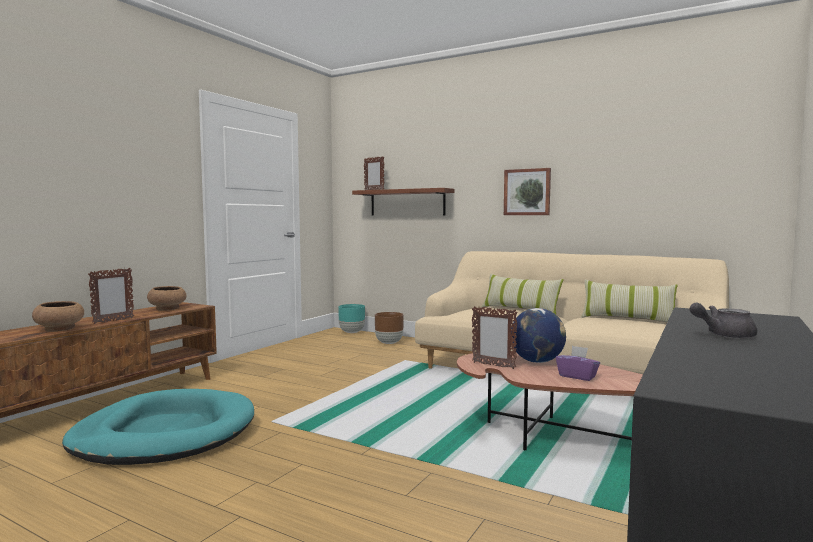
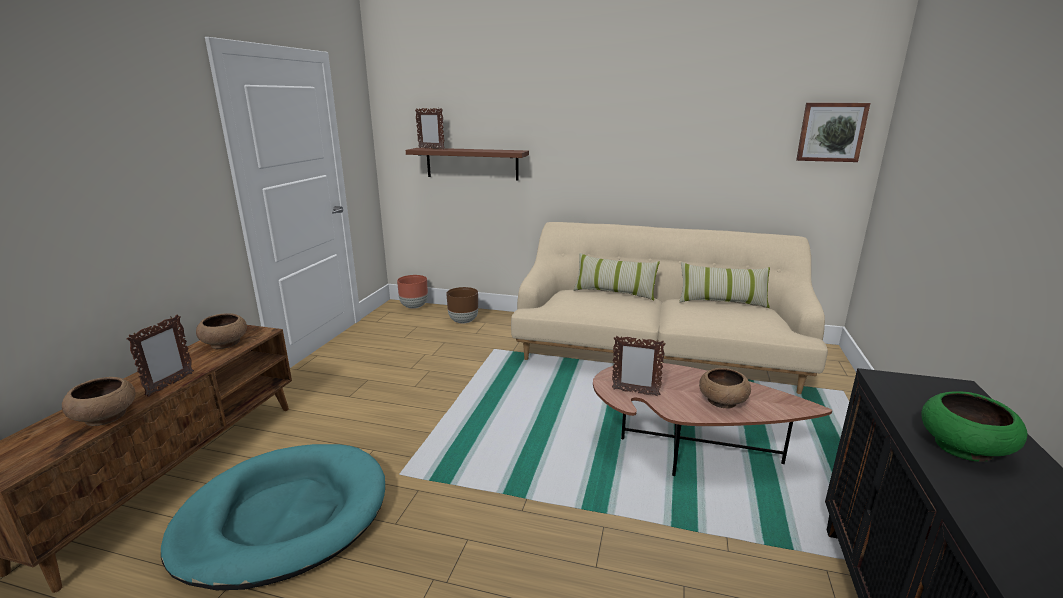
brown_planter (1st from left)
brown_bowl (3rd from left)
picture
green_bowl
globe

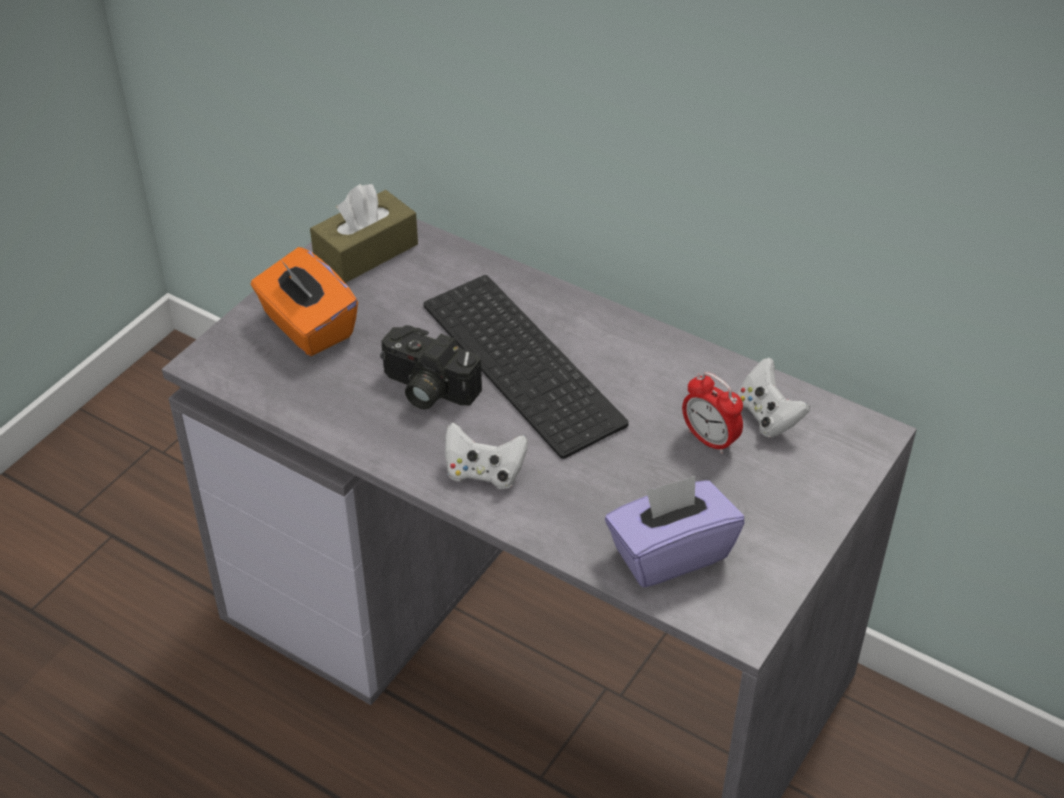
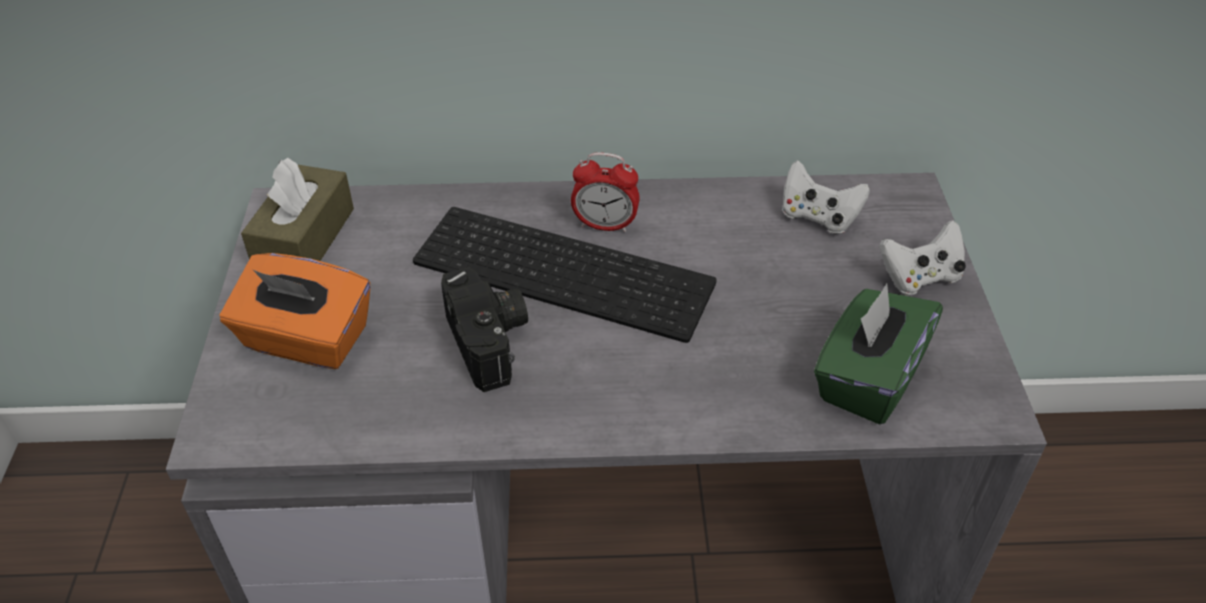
photo_camera
alarm_clock
green_tissue_box
white_game_controller (2nd from left)

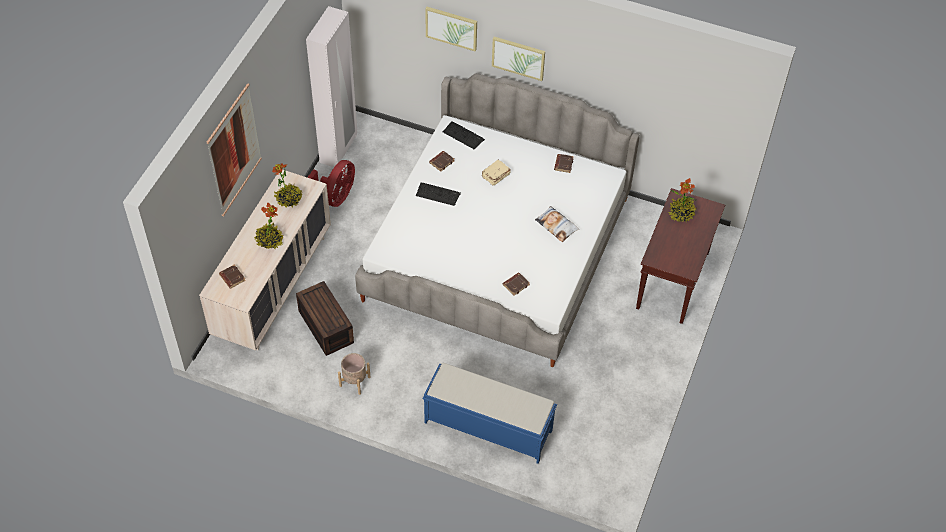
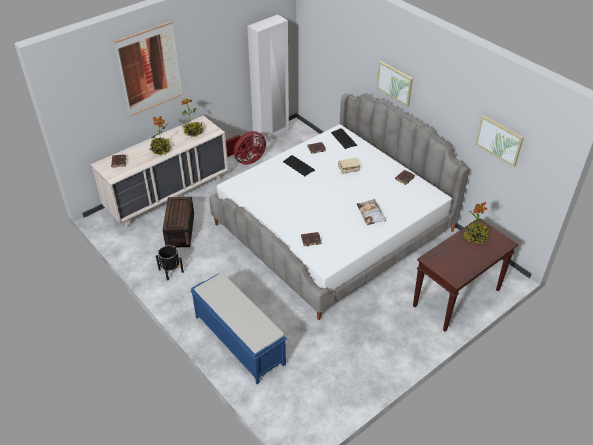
black_planter
picture (3rd from left)

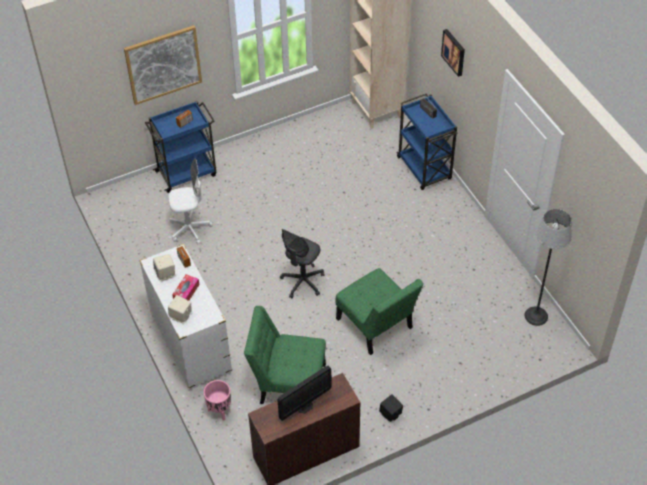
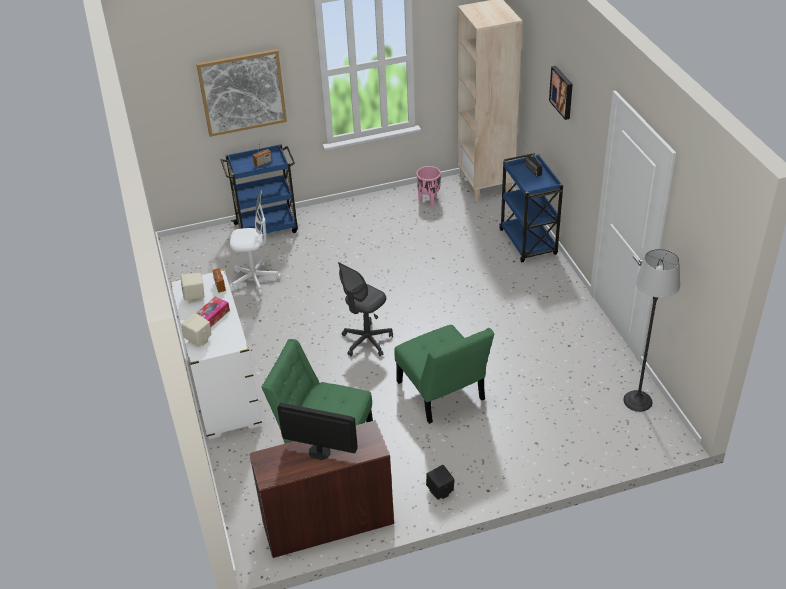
monitor
pink_planter

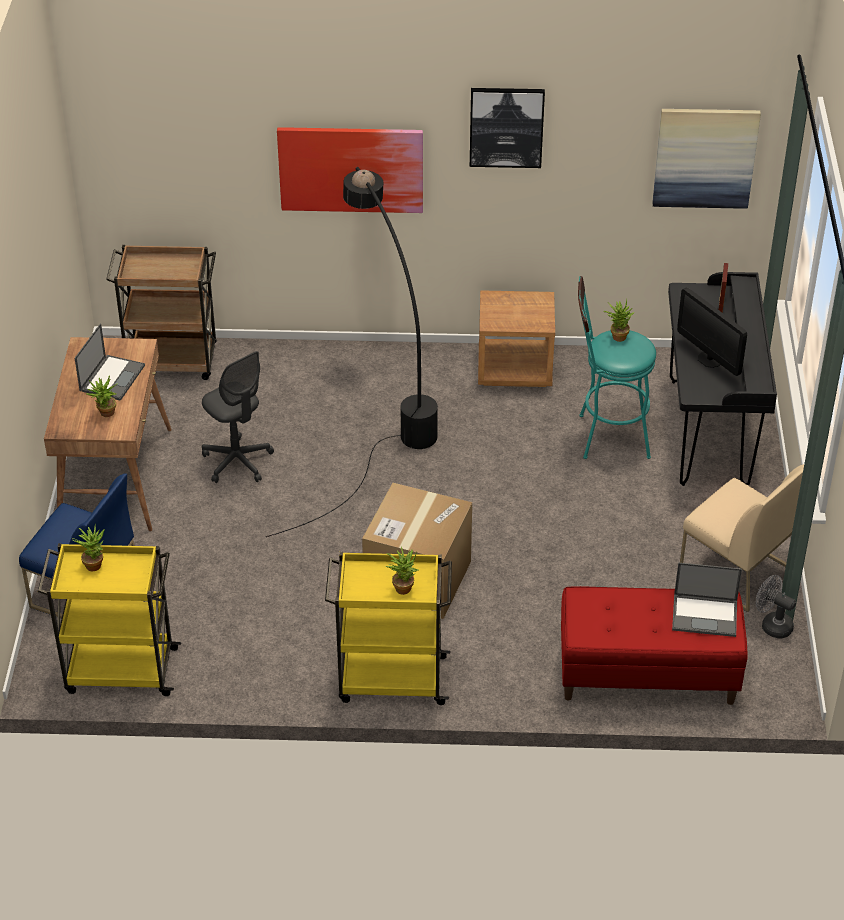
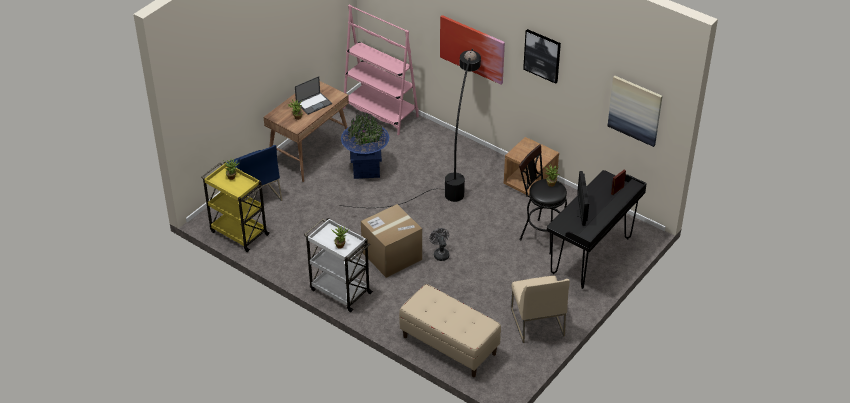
white_cart
blue_planter
pink_bookcase
beige_bench
grey_fan
black_stool
laptop (2nd from left in the first image)

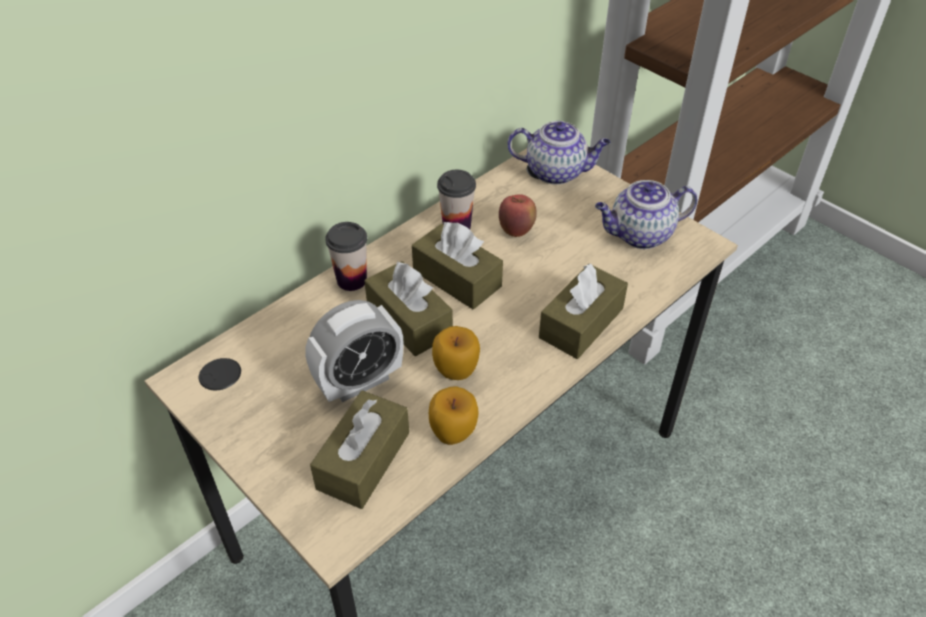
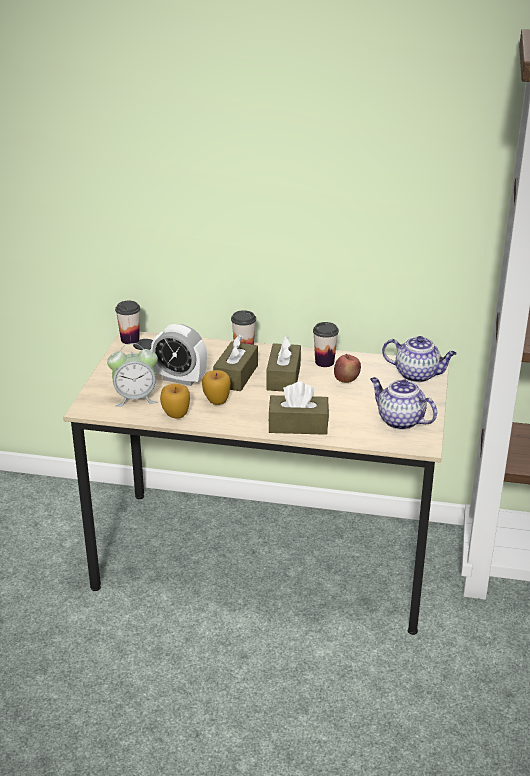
alarm_clock (1st from left)
cup (1st from left)
teapot (2nd from left)

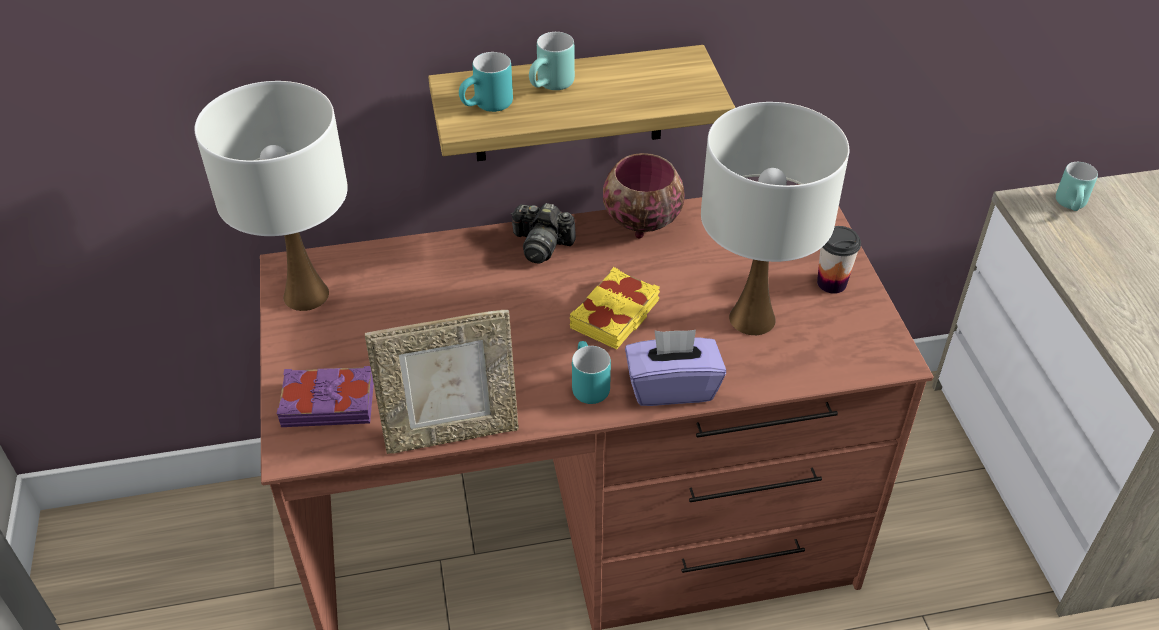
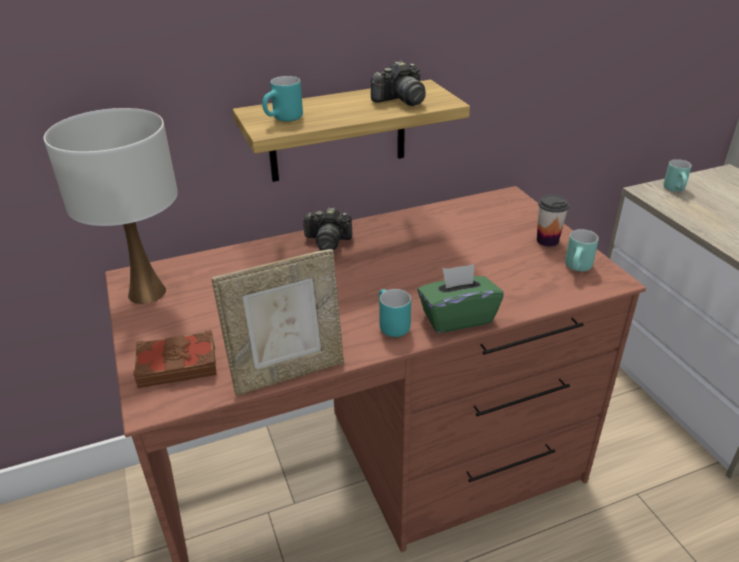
brown_book
photo_camera (2nd from left)
green_tissue_box
turquoise_mug (3rd from left)
yellow_book
bowl
white_table_lamp (2nd from left in the first image)

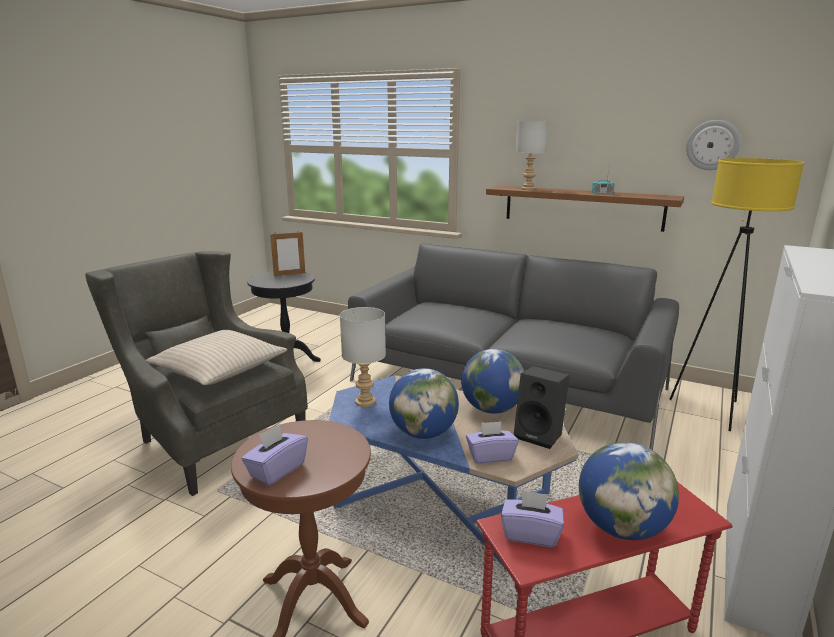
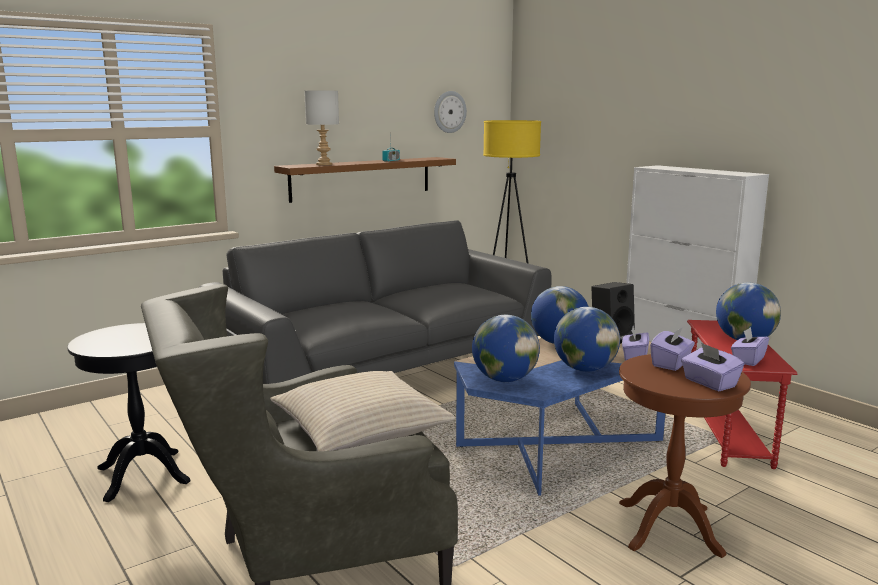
globe (1st from left)
purple_tissue_box (2nd from left)
picture_frame

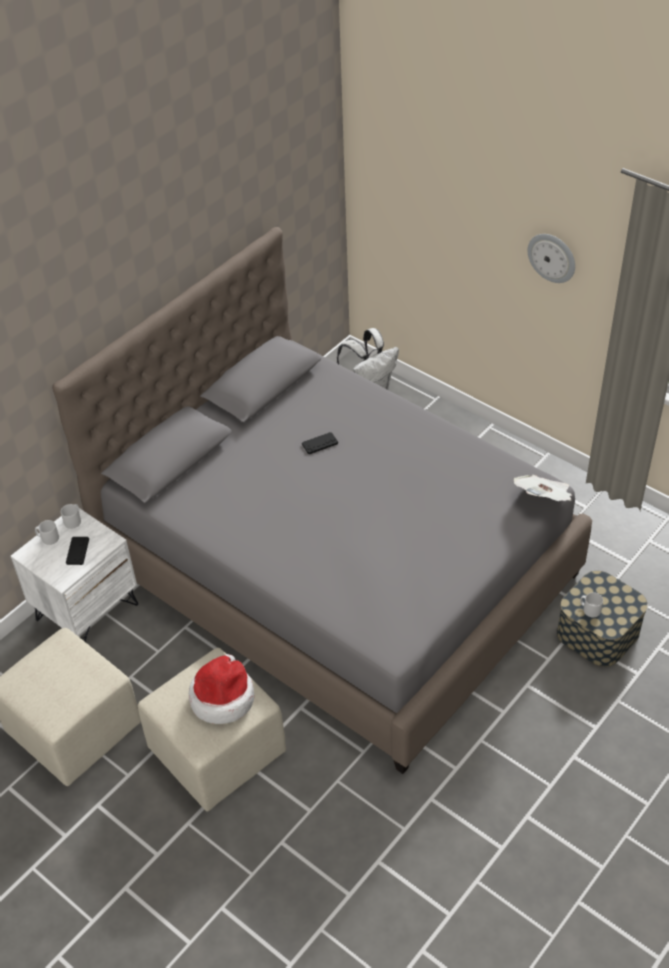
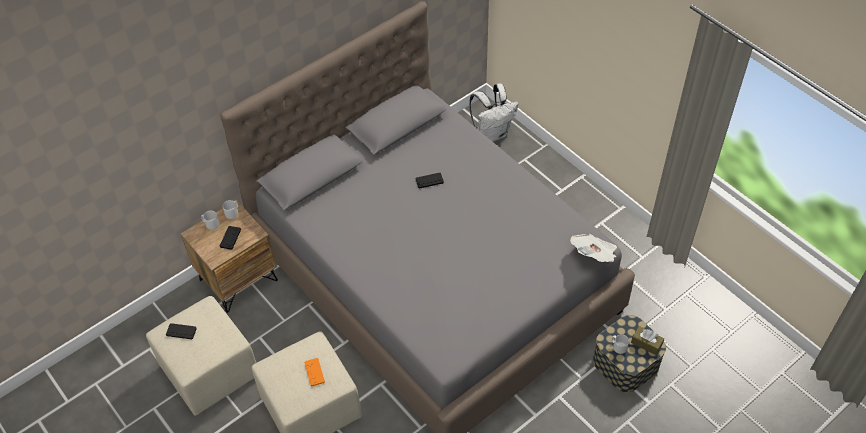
black_game_controller (1st from left)
brown_nightstand
orange_game_controller
brown_tissue_box
wall_clock

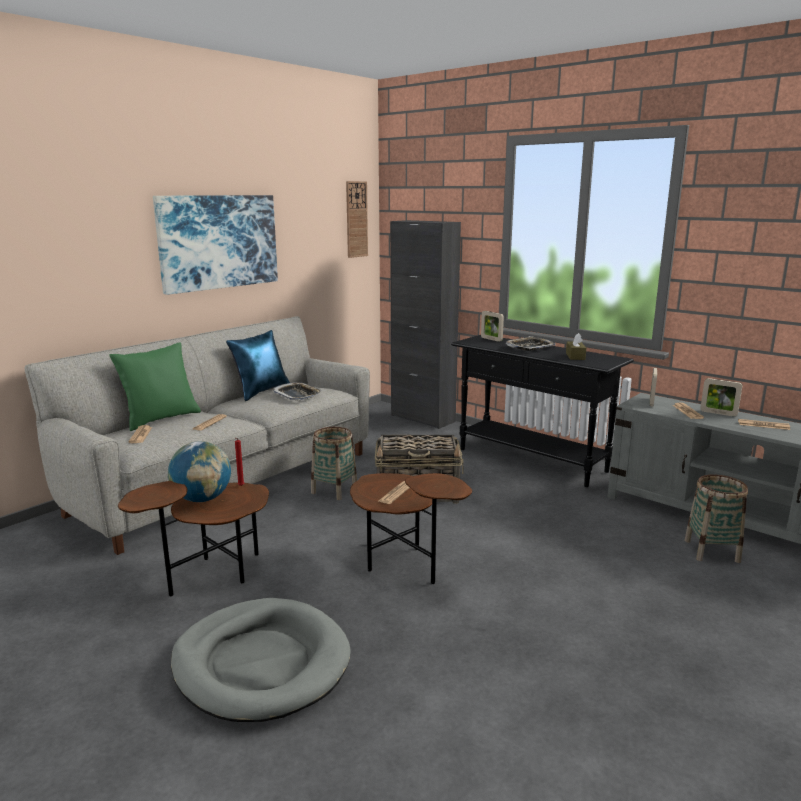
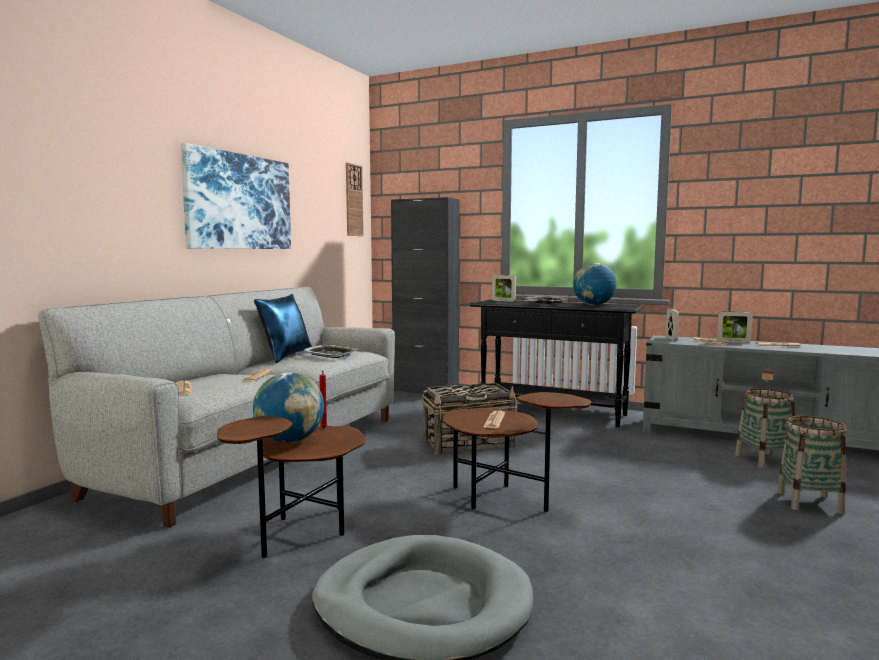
globe (2nd from left)
basket (3rd from left)
green_pillow

